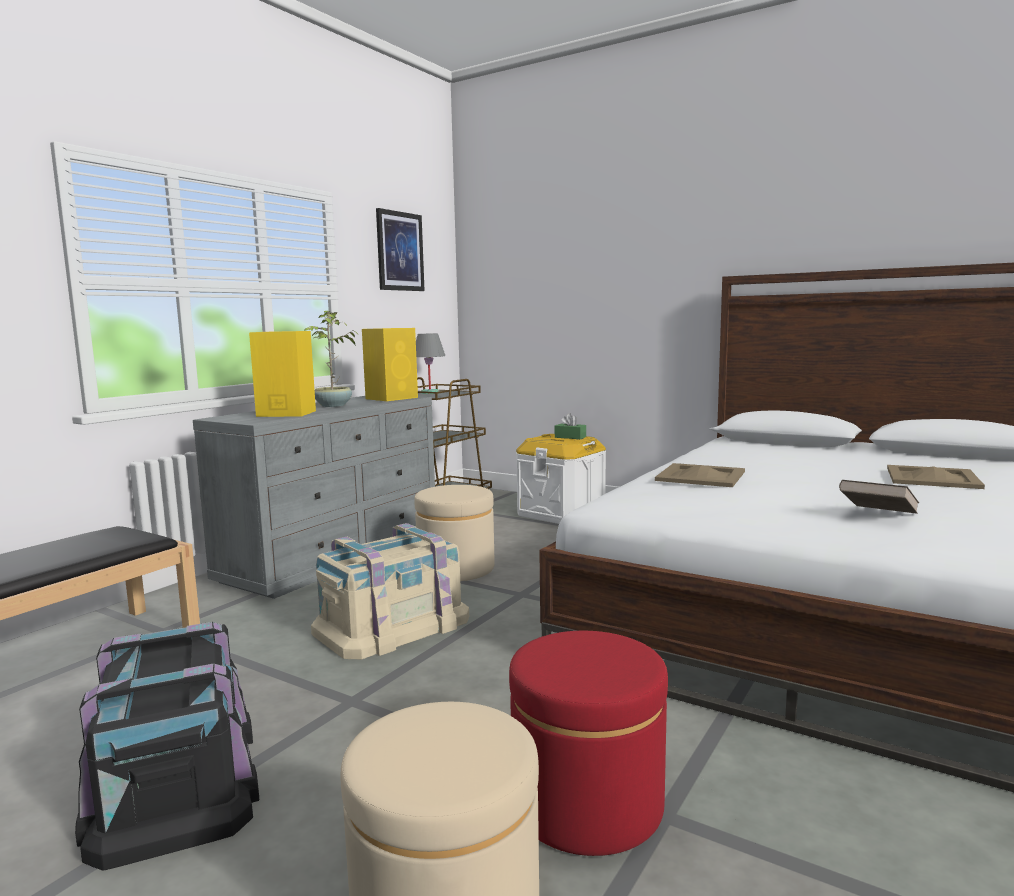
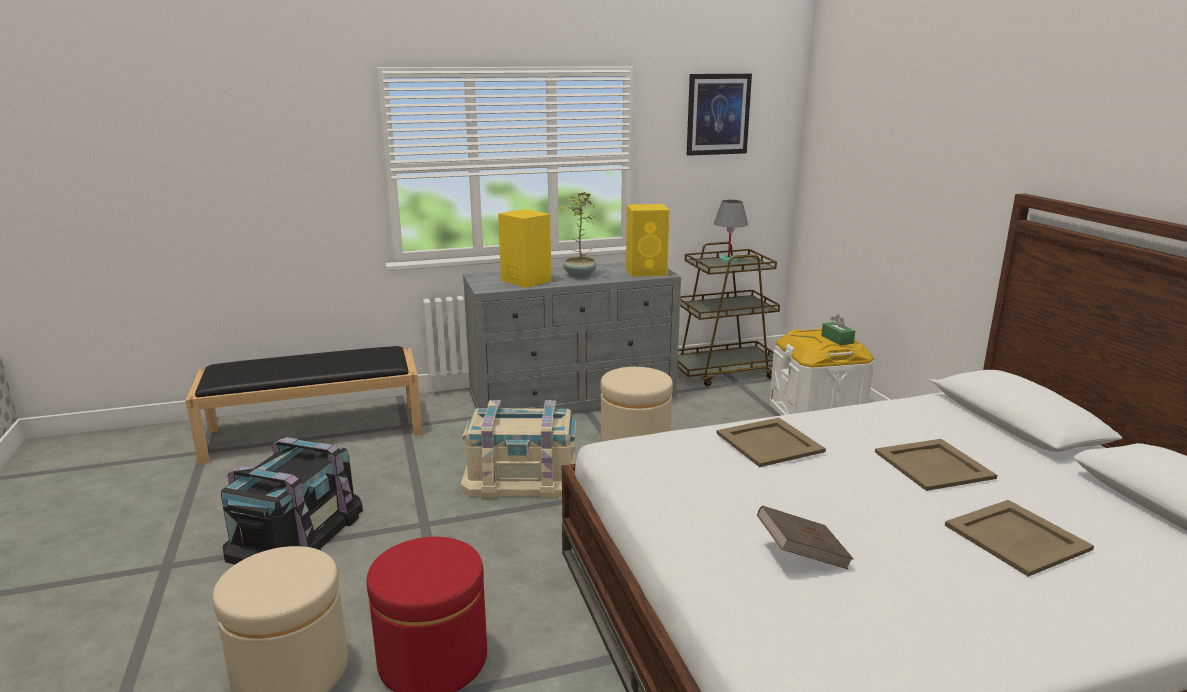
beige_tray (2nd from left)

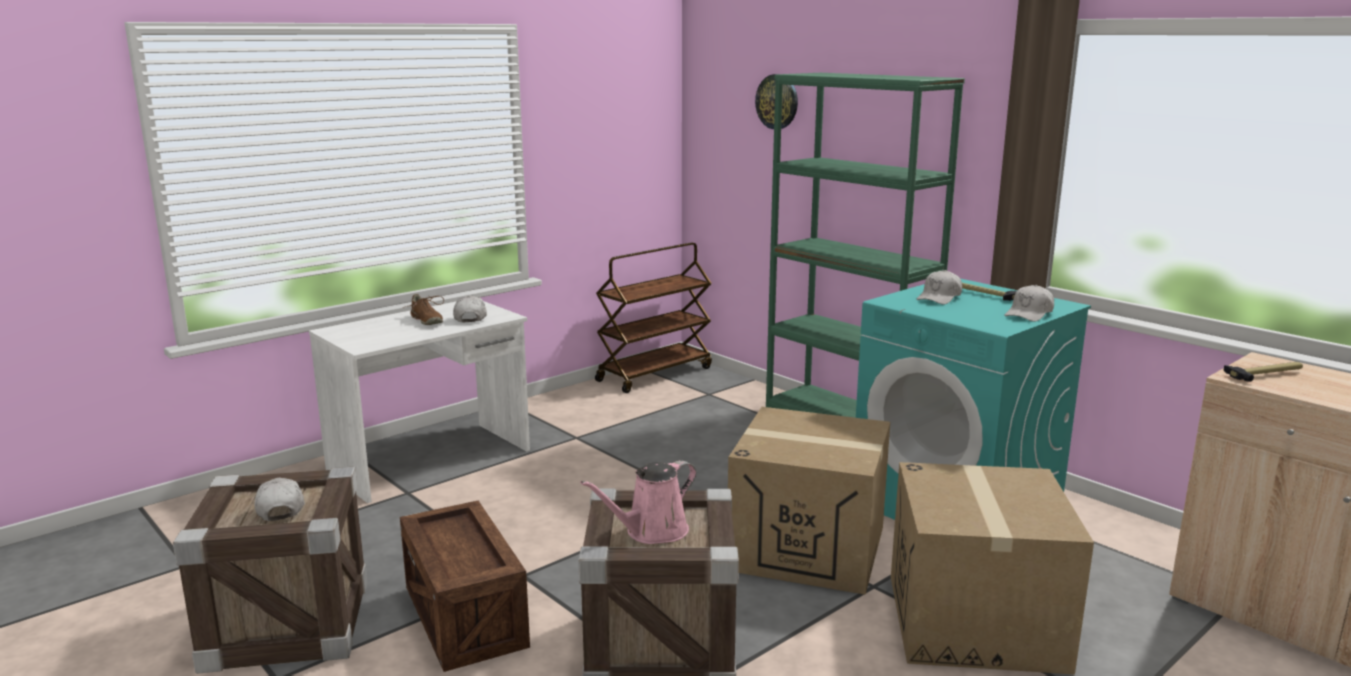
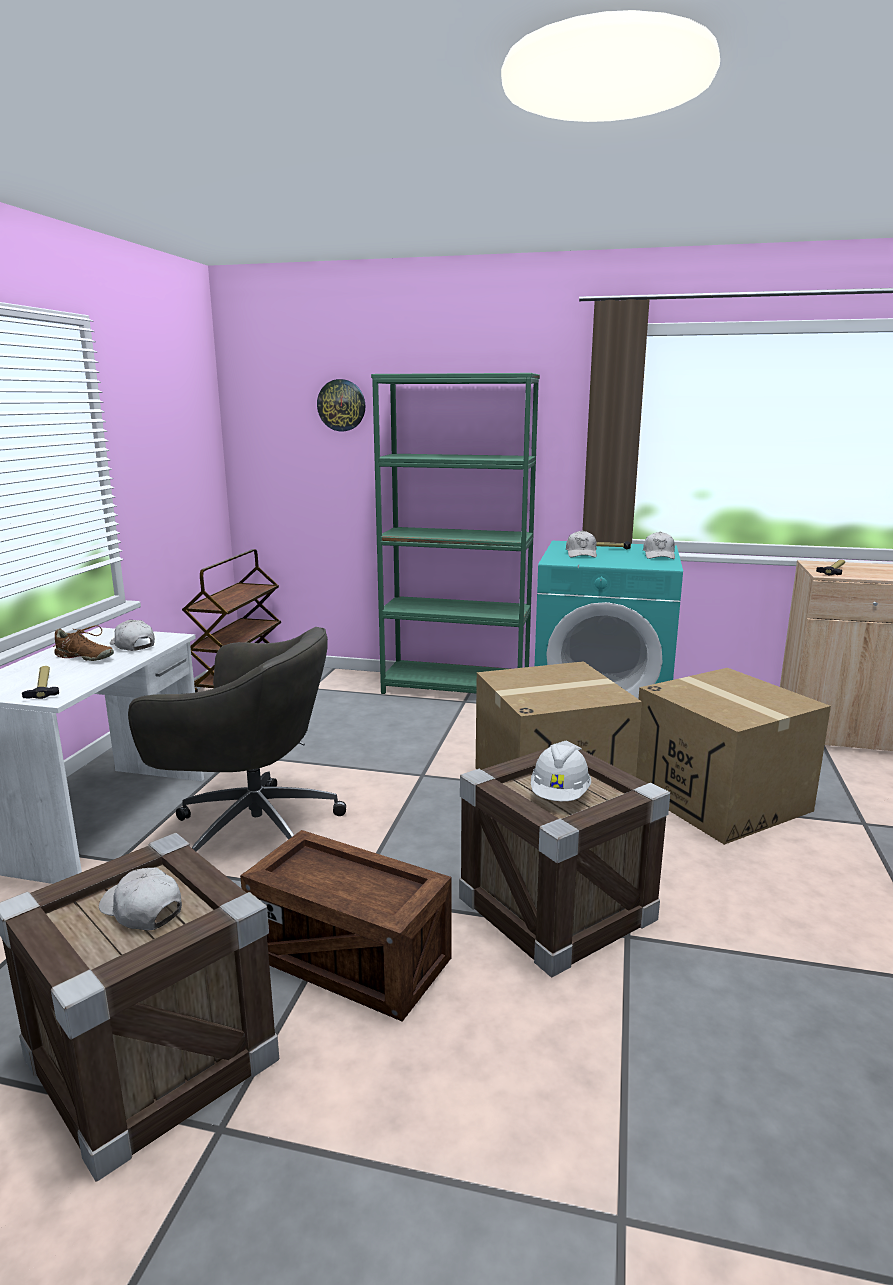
hammer (1st from left)
grey_office_chair
white_hard_hat

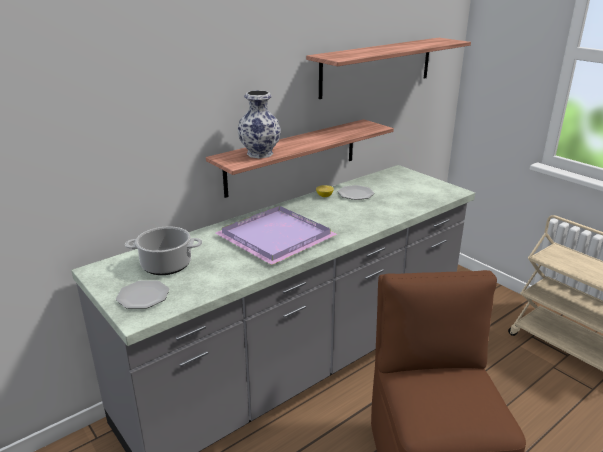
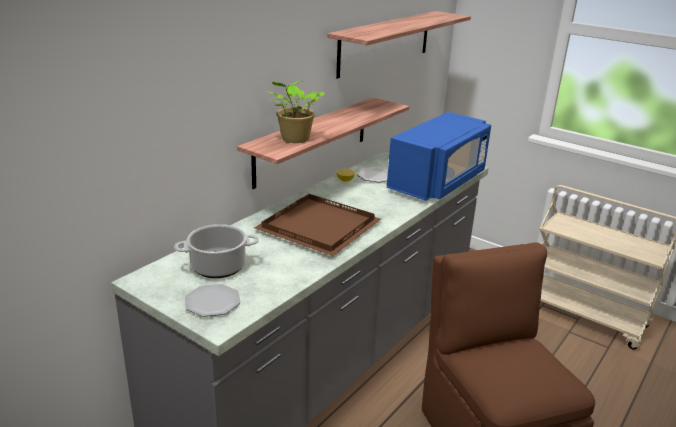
brown_tray
potted_plant
blue_microwave

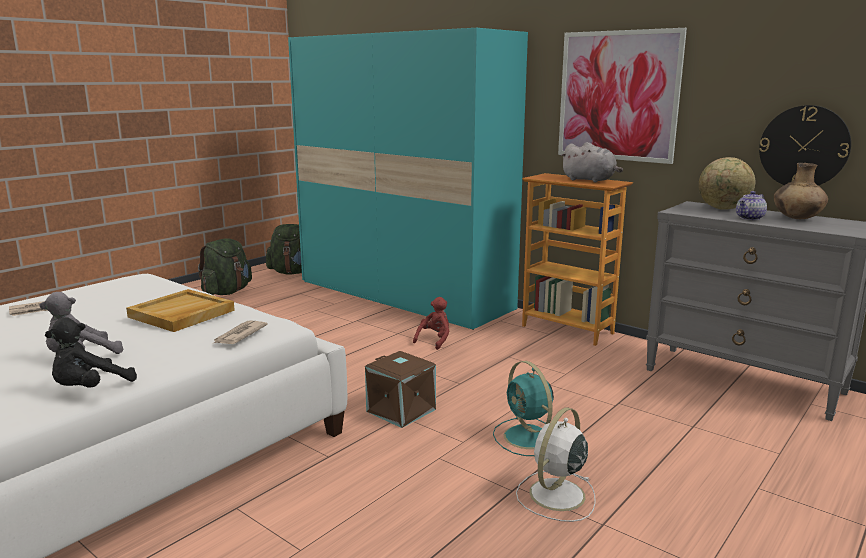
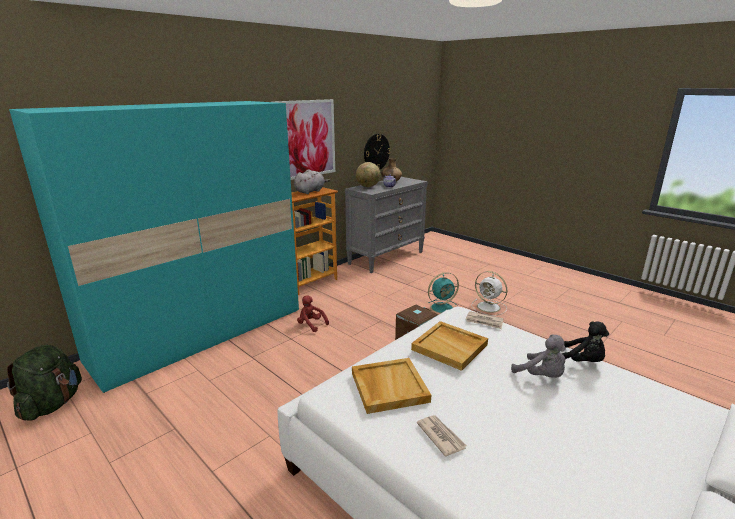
beige_tray (1st from left)
green_backpack (1st from left in the first image)

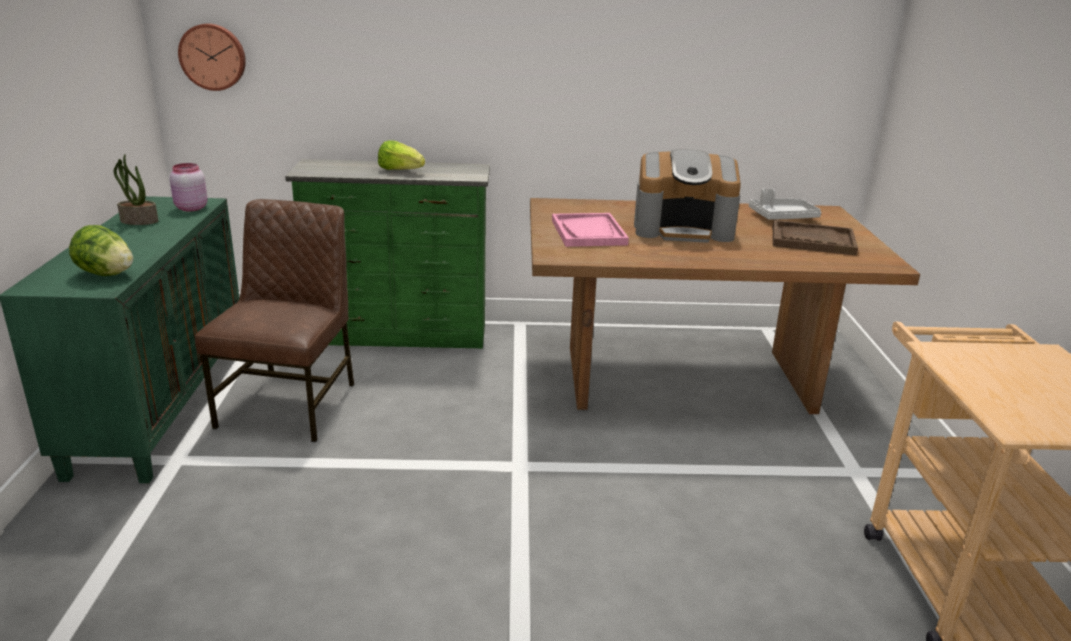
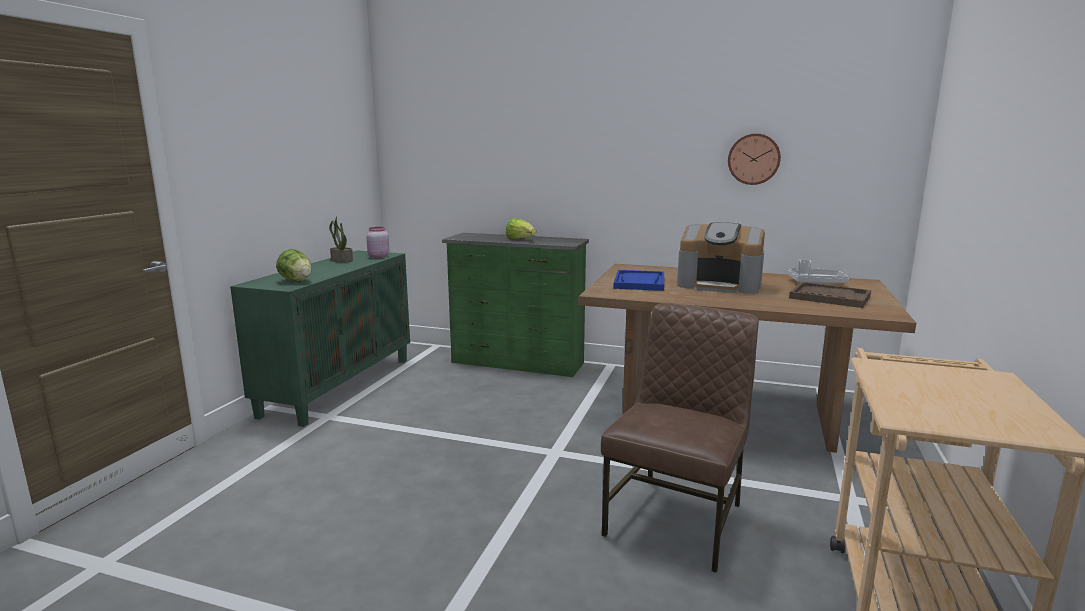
brown_chair
blue_tray
wall_clock

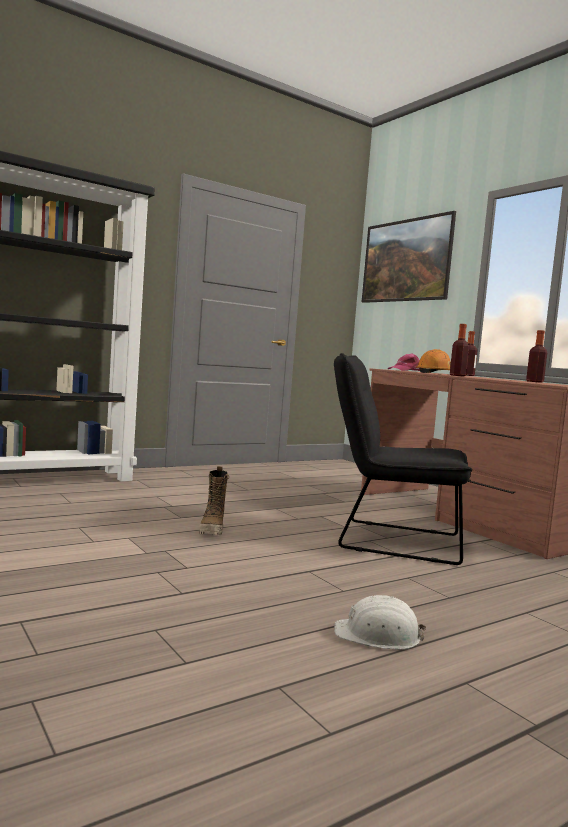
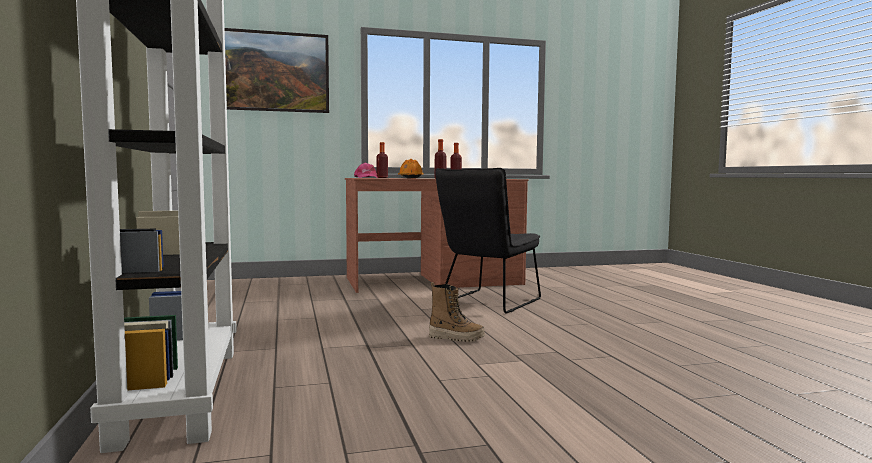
white_hard_hat

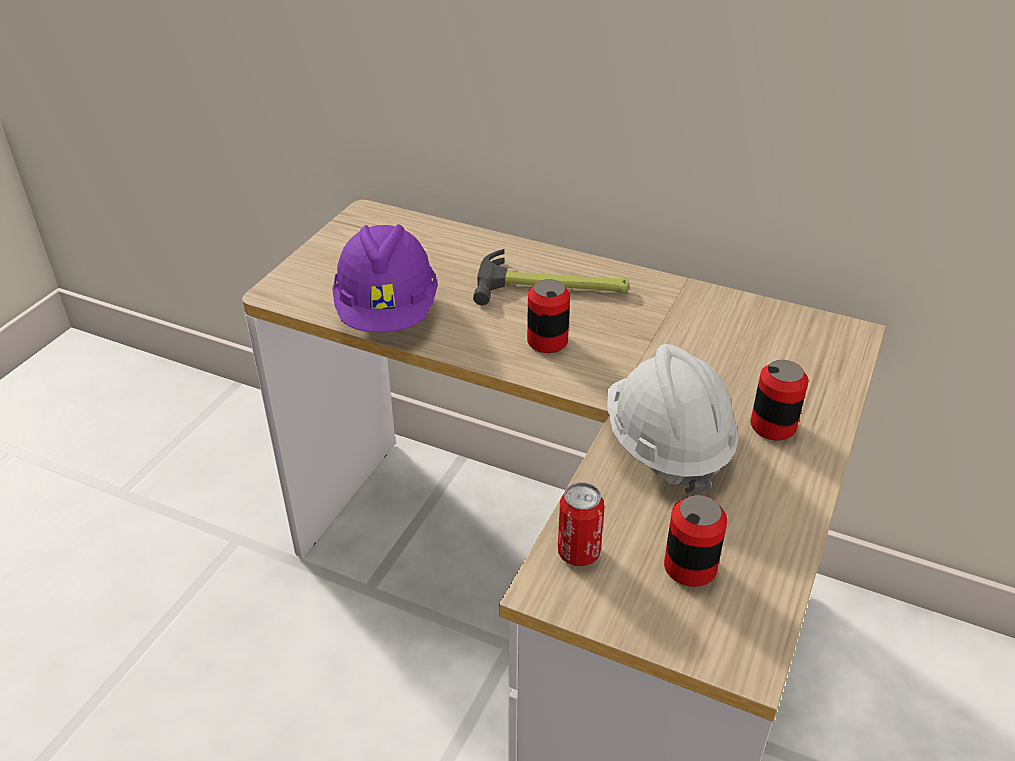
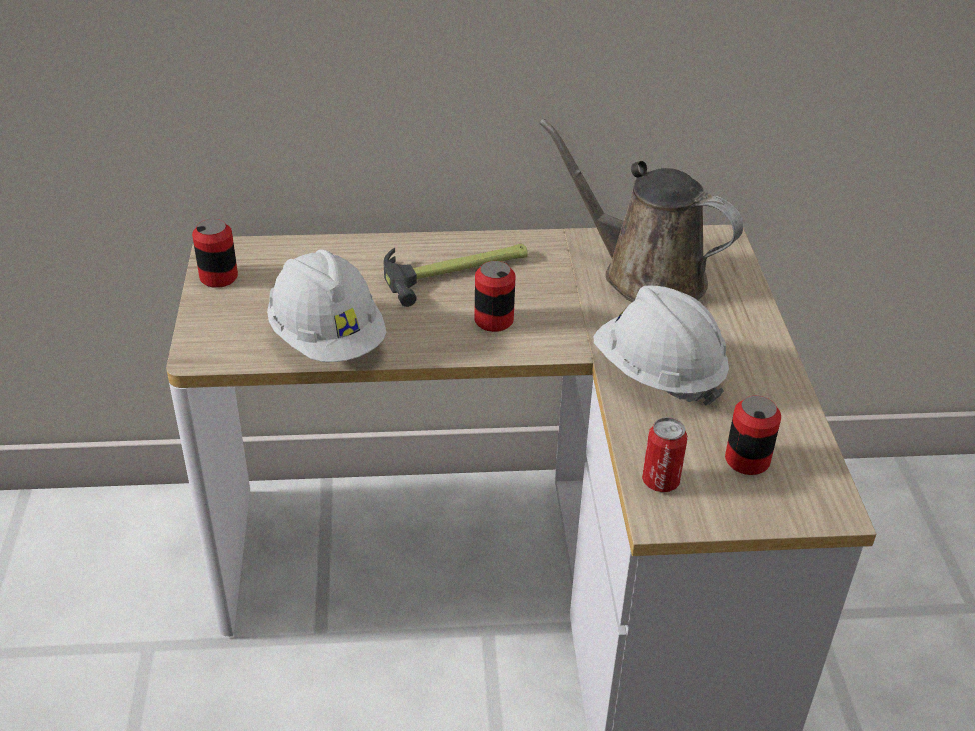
can (1st from left)
white_hard_hat (1st from left)
brown_watering_can

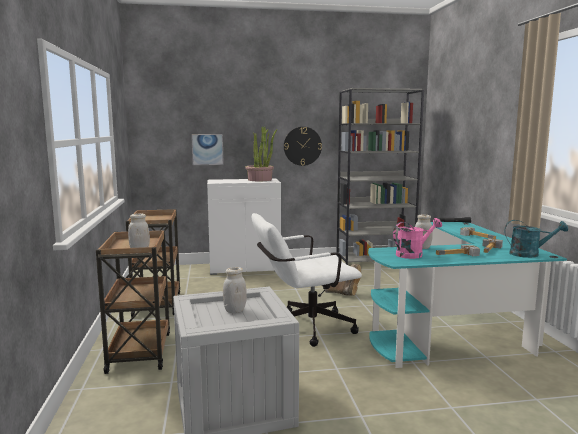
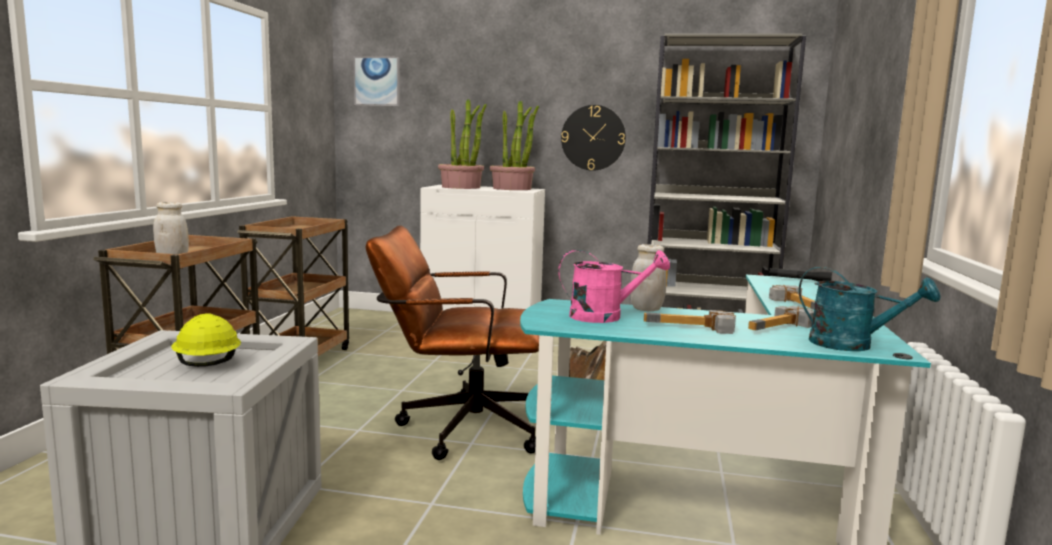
yellow_hard_hat
picture
brown_office_chair
potted_plant (1st from left)

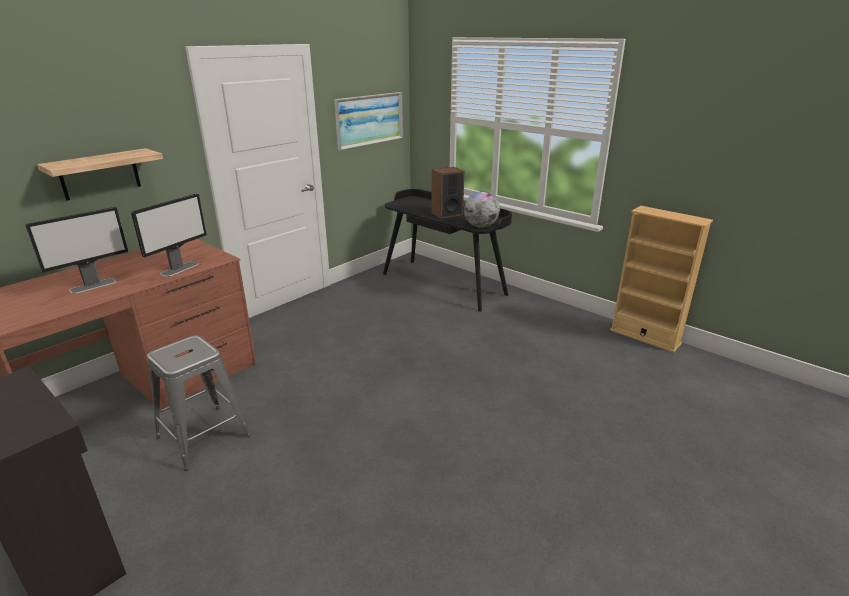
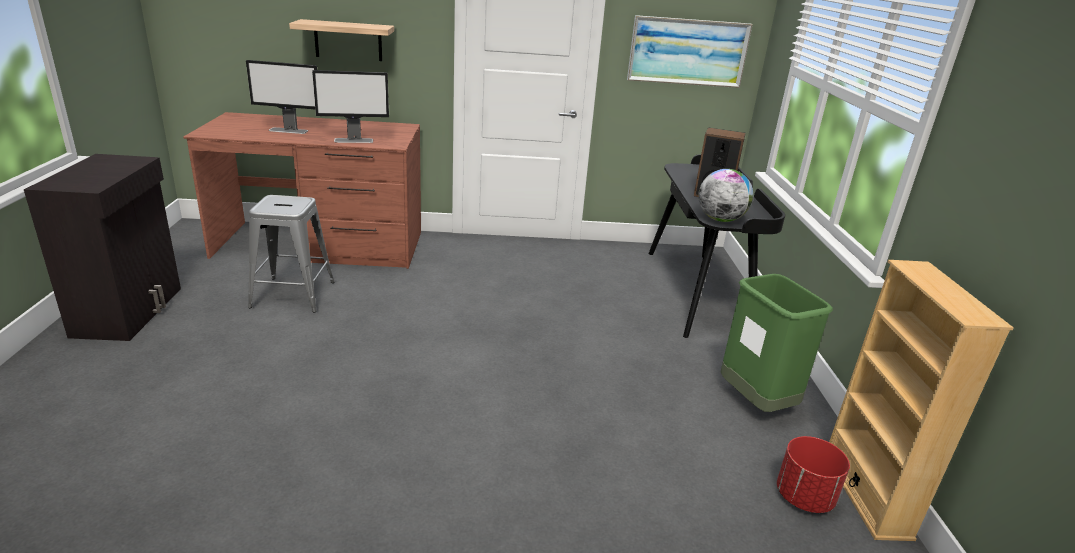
green_trash_can
red_planter

